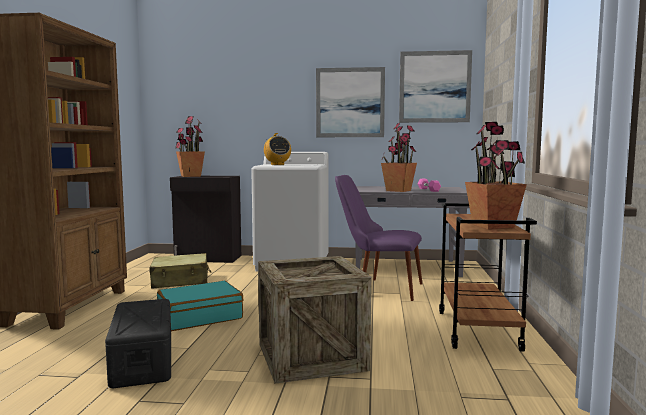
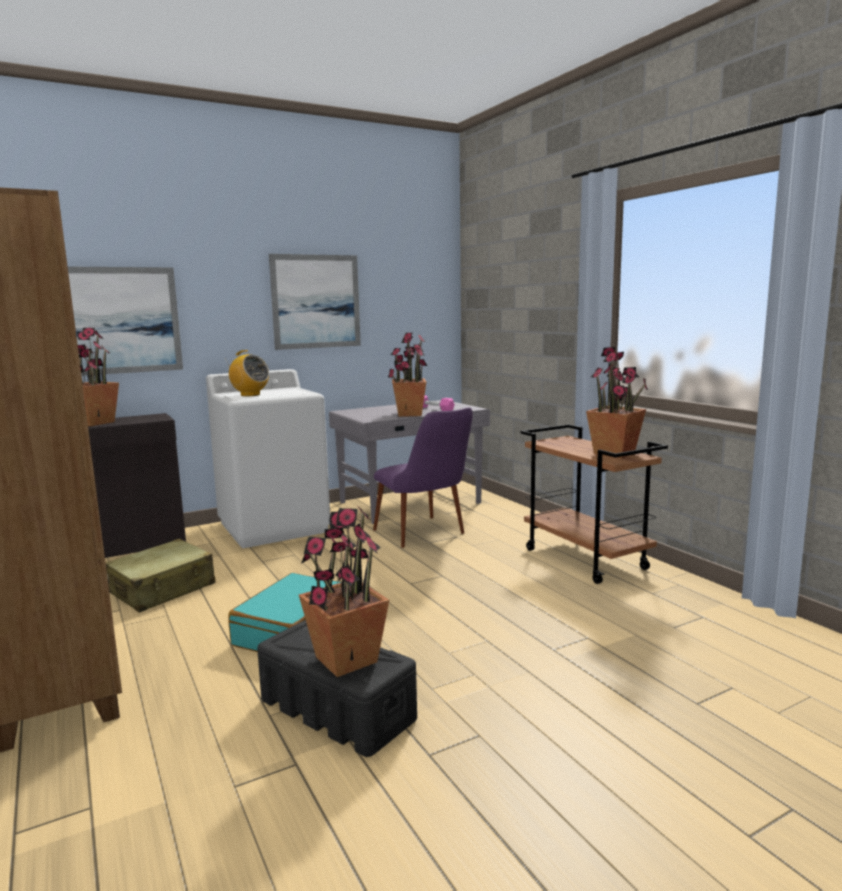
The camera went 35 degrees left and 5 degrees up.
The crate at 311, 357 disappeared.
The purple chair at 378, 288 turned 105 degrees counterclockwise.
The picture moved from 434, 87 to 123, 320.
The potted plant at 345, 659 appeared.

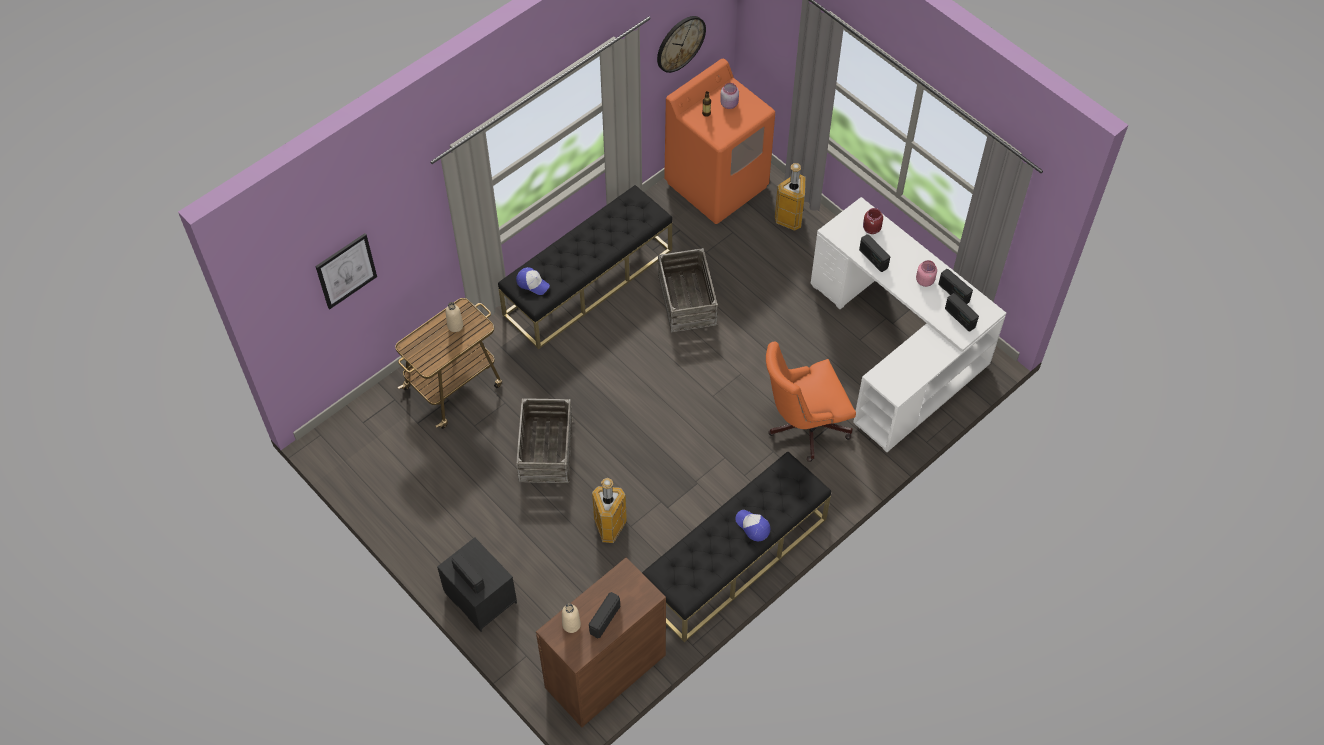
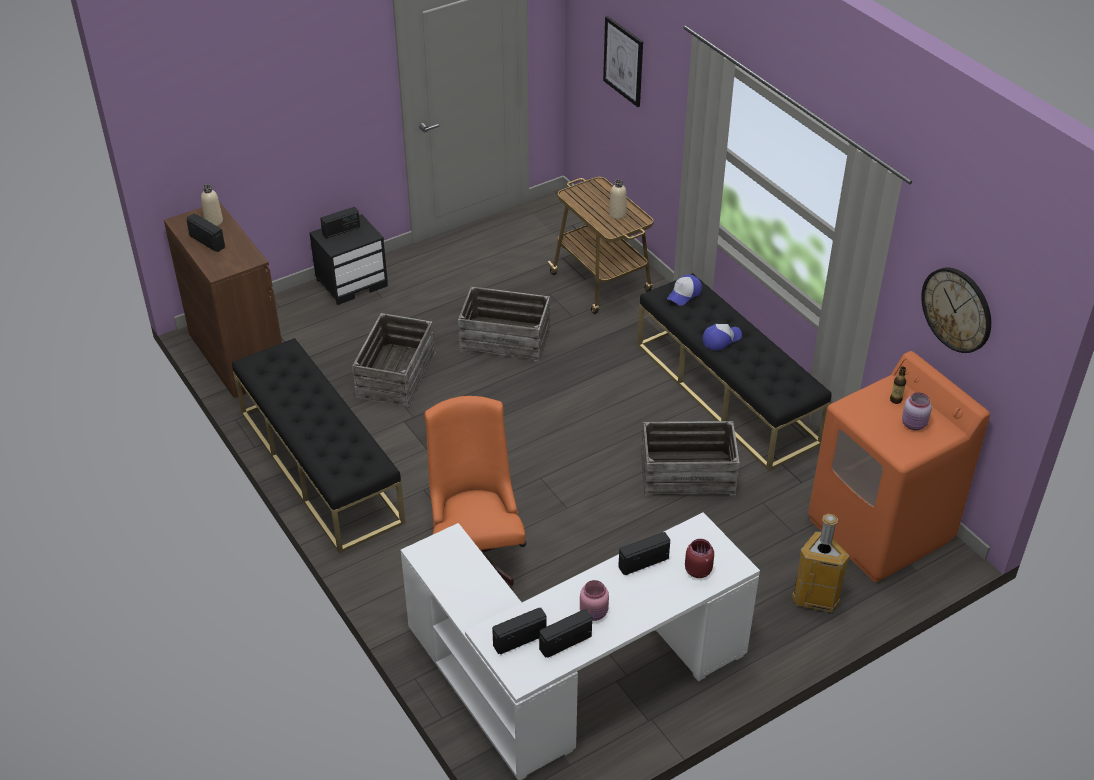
The camera went 100 degrees right and 15 degrees down.
The trash can at 609, 528 was replaced by the crate at 395, 375.
The cap moved from 752, 526 to 721, 339.

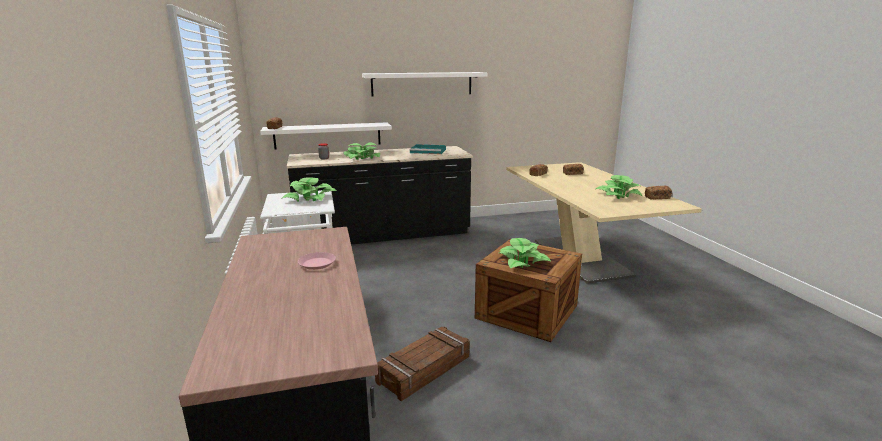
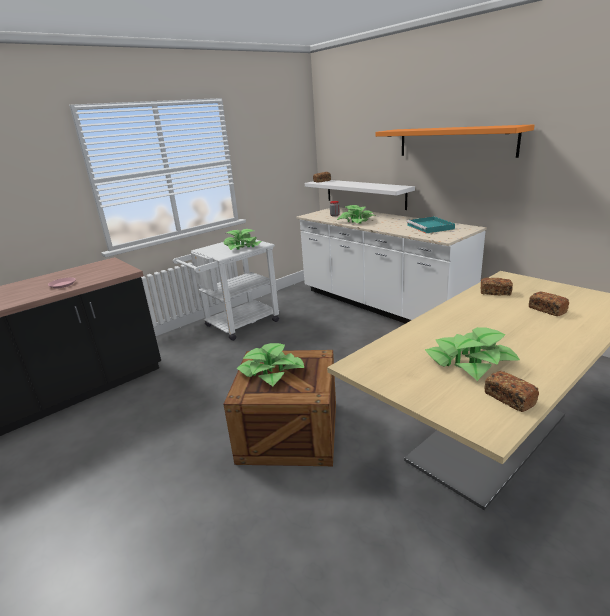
The camera went 65 degrees right and 5 degrees up.
The black counter at 383, 235 became the white counter at 380, 306.
The white shelf at 422, 84 became the orange shelf at 455, 142.
The crate at 423, 369 disappeared.

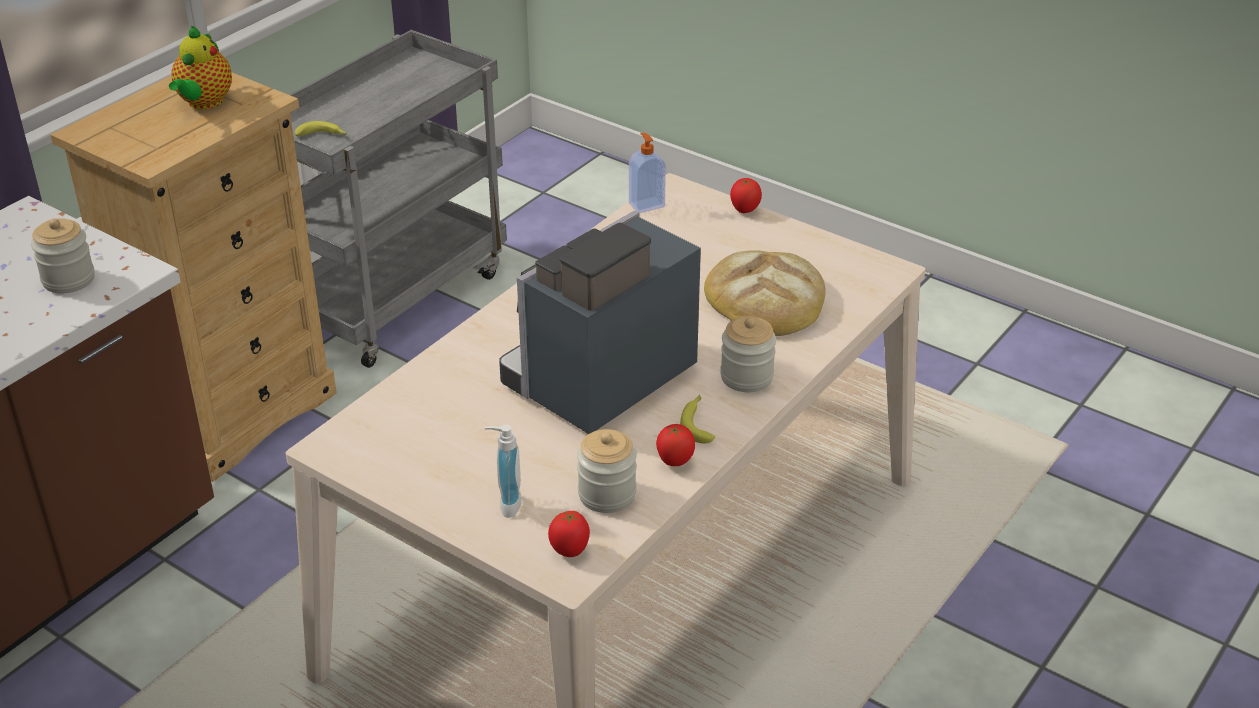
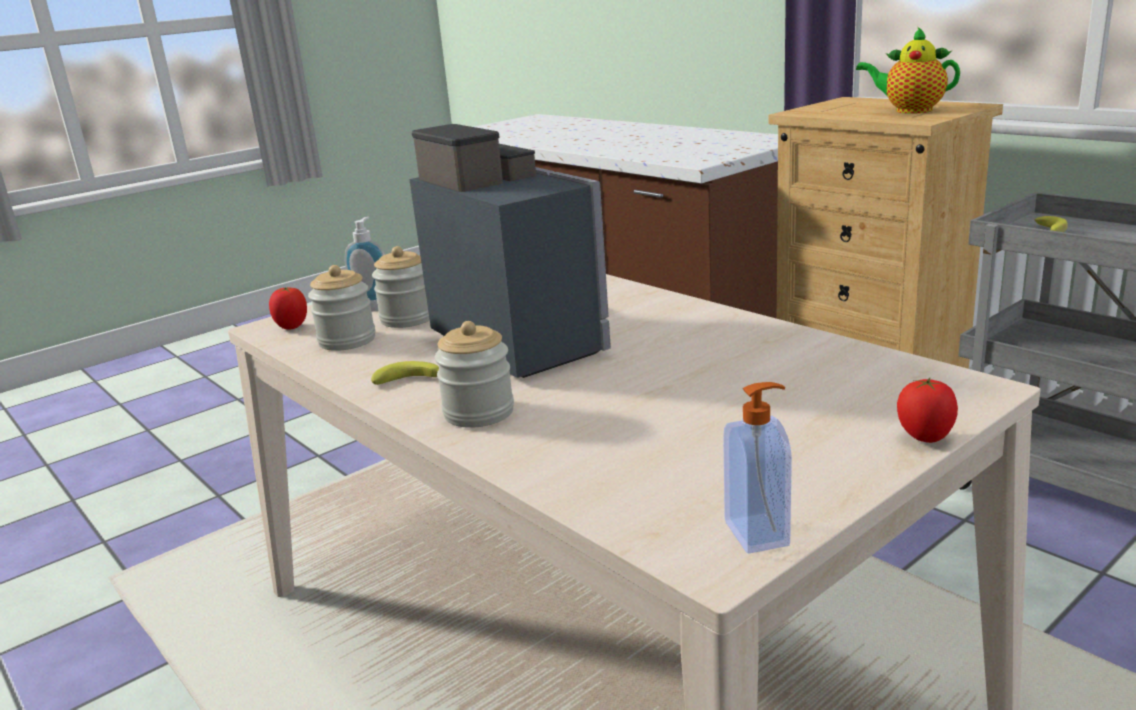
The camera went 105 degrees right and 15 degrees down.
The jar moved from 68, 279 to 407, 319.
The soap dispenser moved from 646, 204 to 759, 533.
The tomato at 674, 462 disappeared.
The bread at 766, 299 disappeared.

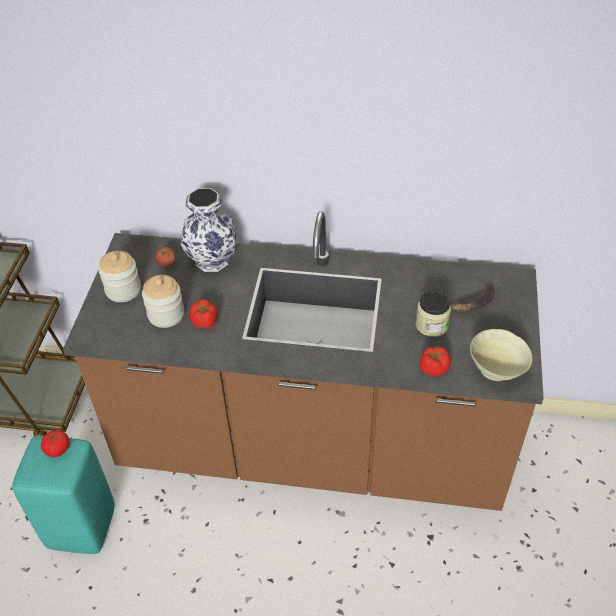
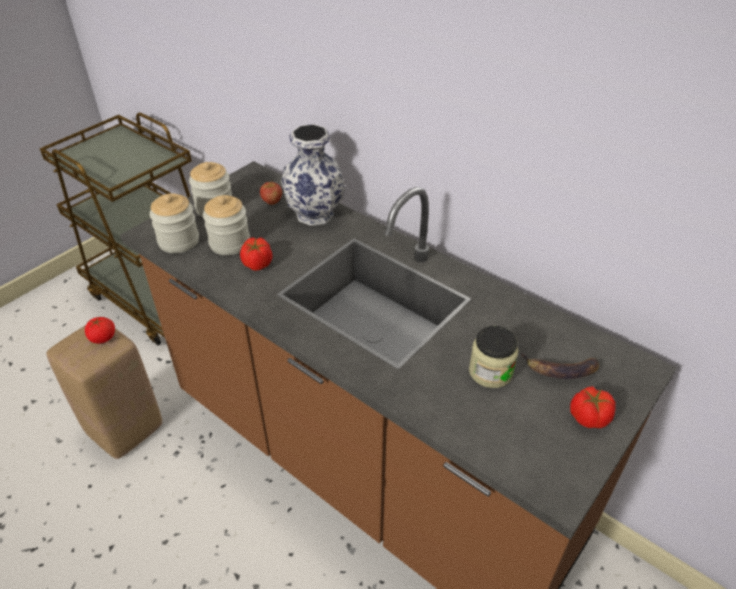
The camera went 30 degrees right and 5 degrees down.
The turquoise stool at 81, 526 became the beige stool at 125, 428.
The tomato moved from 433, 368 to 588, 417.
The beige bowl at 497, 370 disappeared.
The jar at 179, 241 appeared.

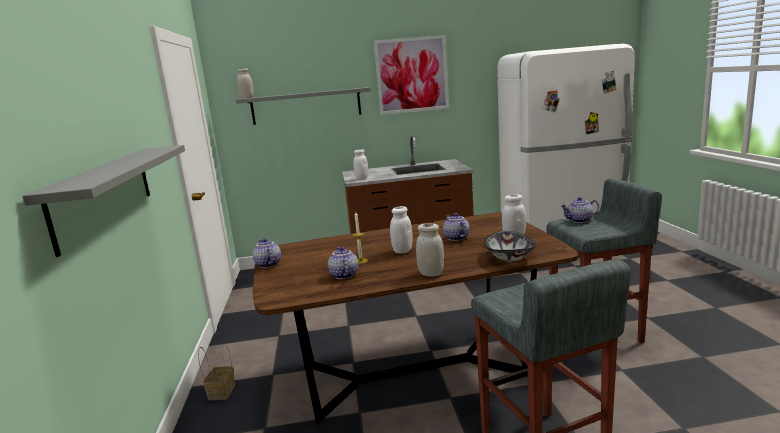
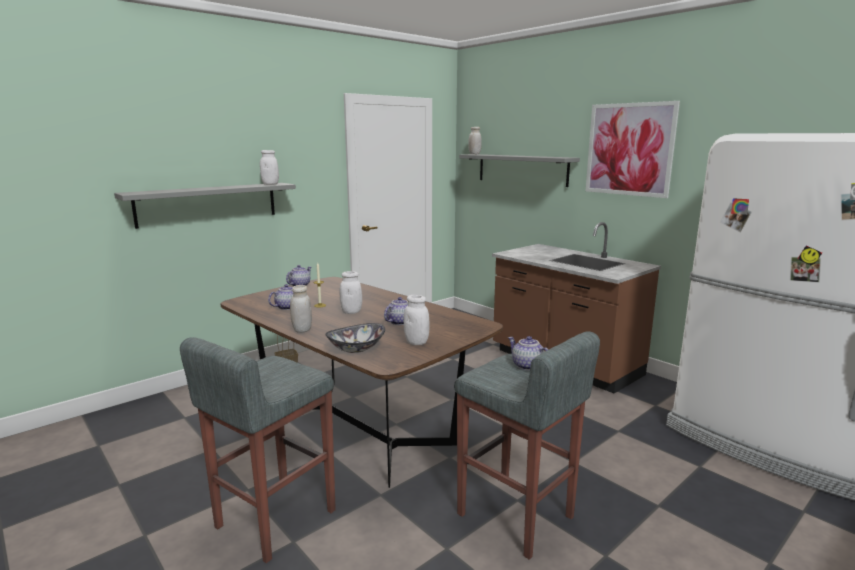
The camera went 55 degrees right and 0 degrees up.
The white jar moved from 361, 178 to 270, 184.

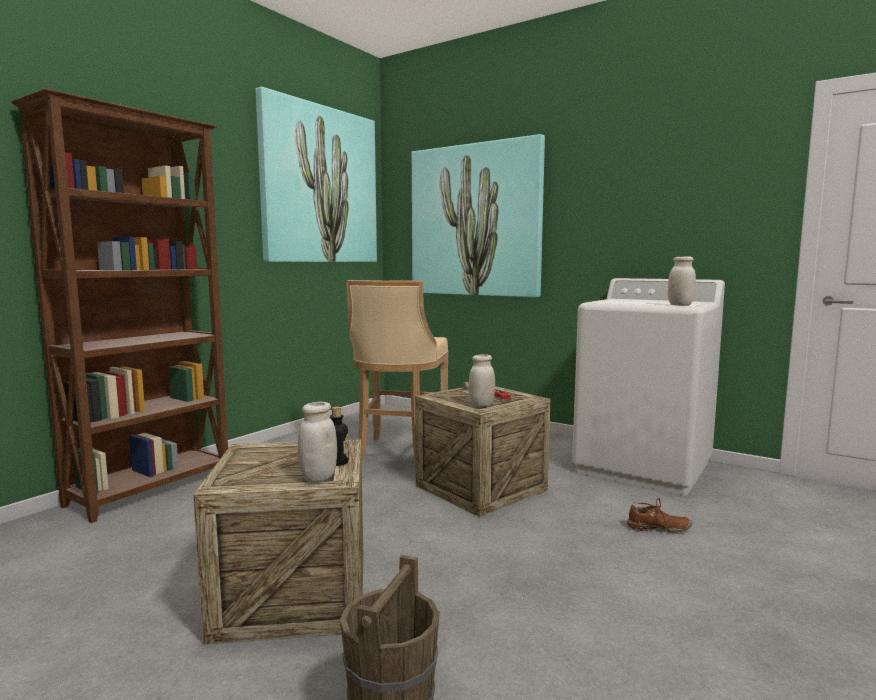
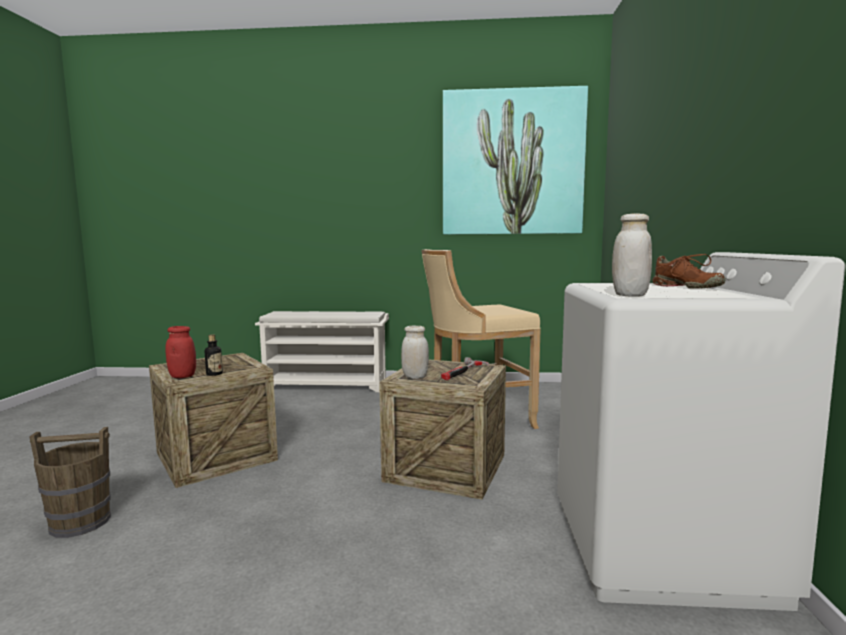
The camera went 60 degrees right and 0 degrees up.
The brown bookcase at 153, 489 was replaced by the white shoe rack at 327, 385.
The white jar at 318, 477 became the red jar at 182, 376.
The picture at 475, 221 disappeared.
The brown shoe moved from 658, 528 to 685, 287.

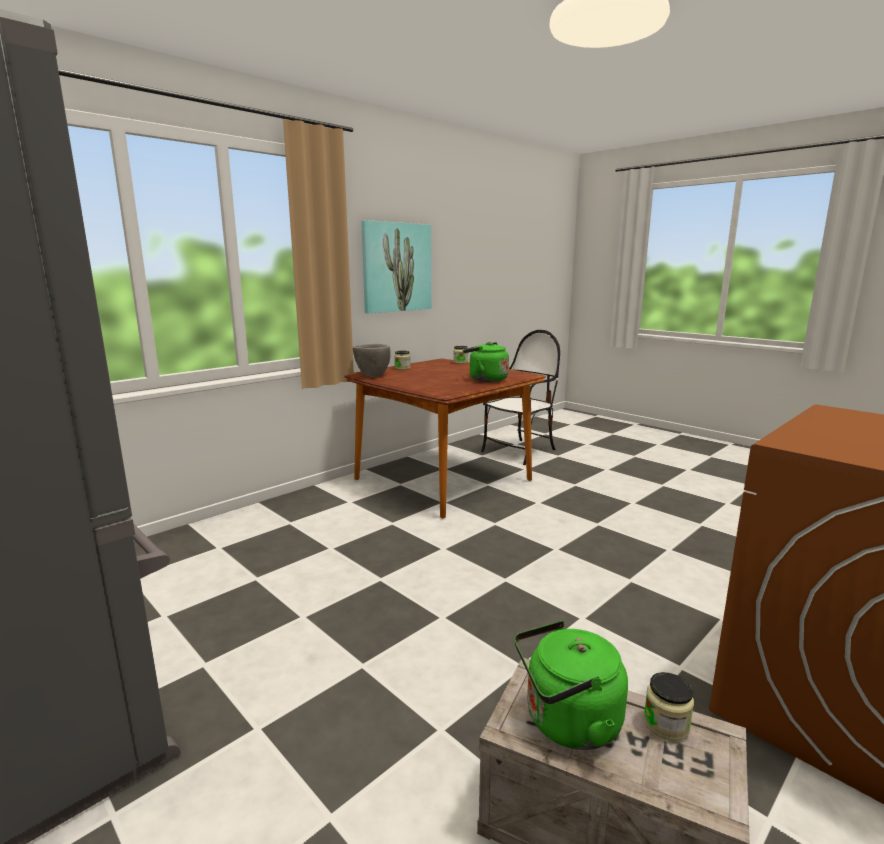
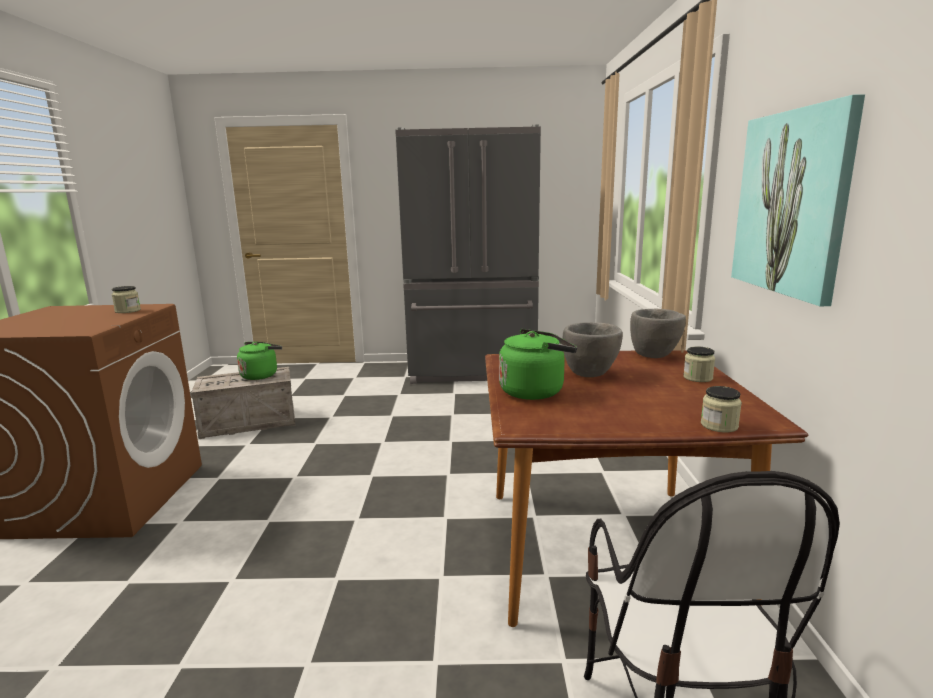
The camera went 135 degrees right and 0 degrees up.
The jar moved from 666, 724 to 128, 311.
The grey bowl at 590, 374 appeared.

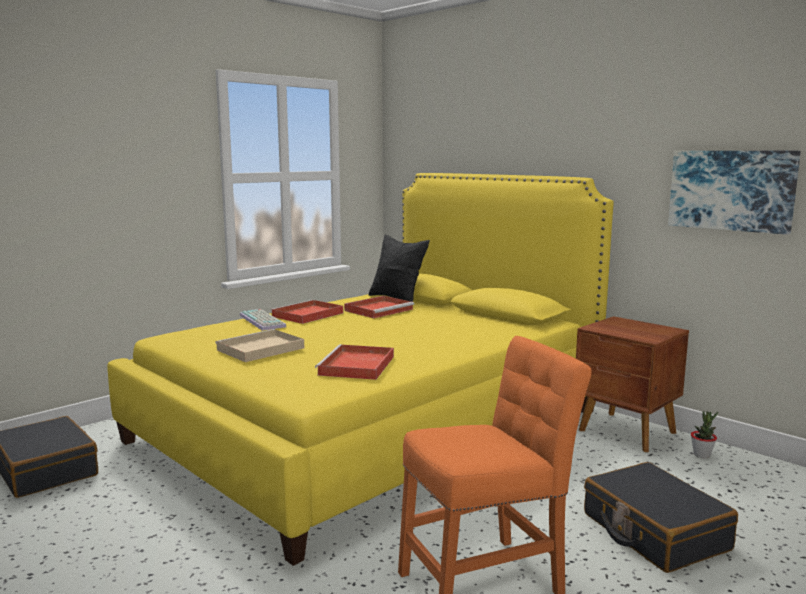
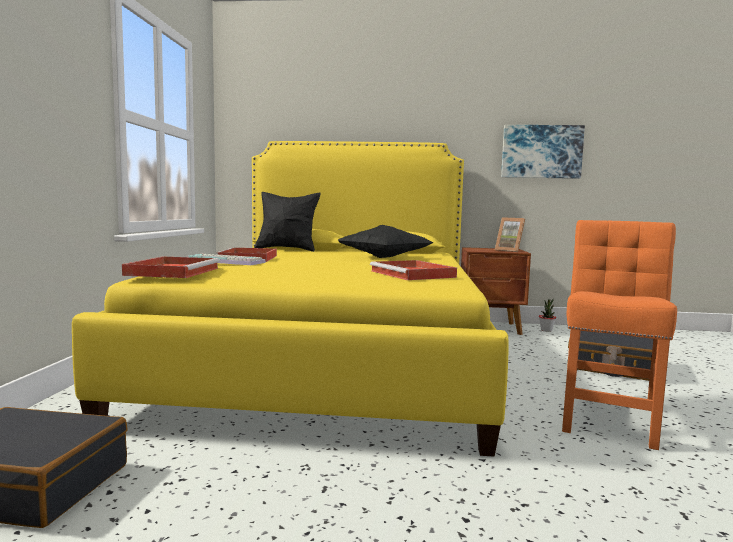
The camera went 40 degrees left and 5 degrees down.
The beige tray at 259, 349 disappeared.
The red tray moved from 379, 309 to 173, 271.
The black pillow at 385, 258 appeared.
The picture frame at 510, 250 appeared.

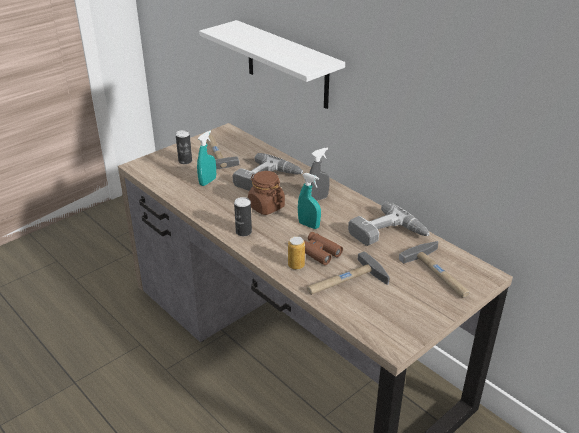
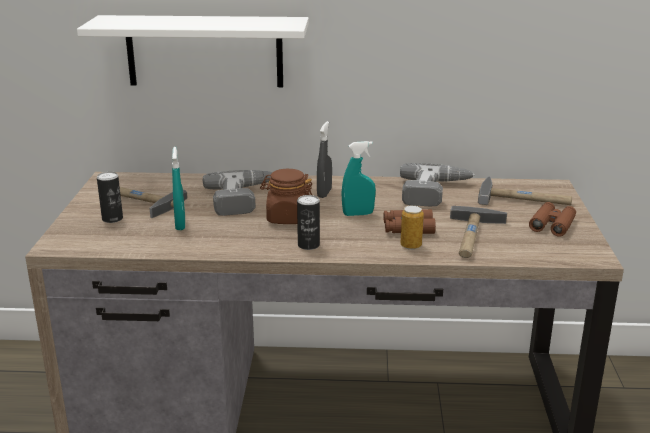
The camera went 45 degrees left and 10 degrees down.
The brown binoculars at 552, 225 appeared.

